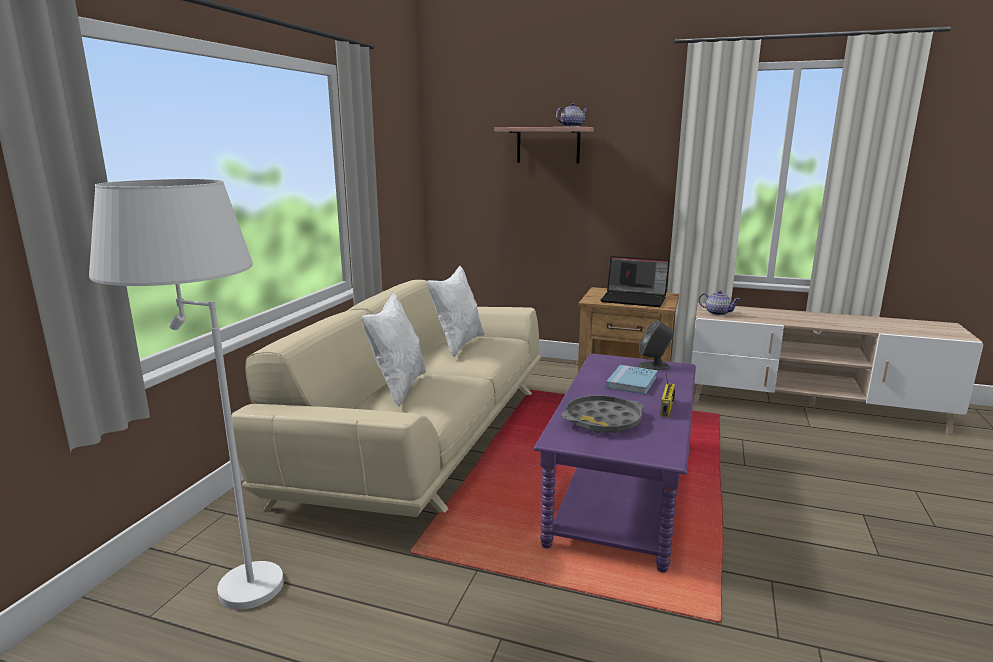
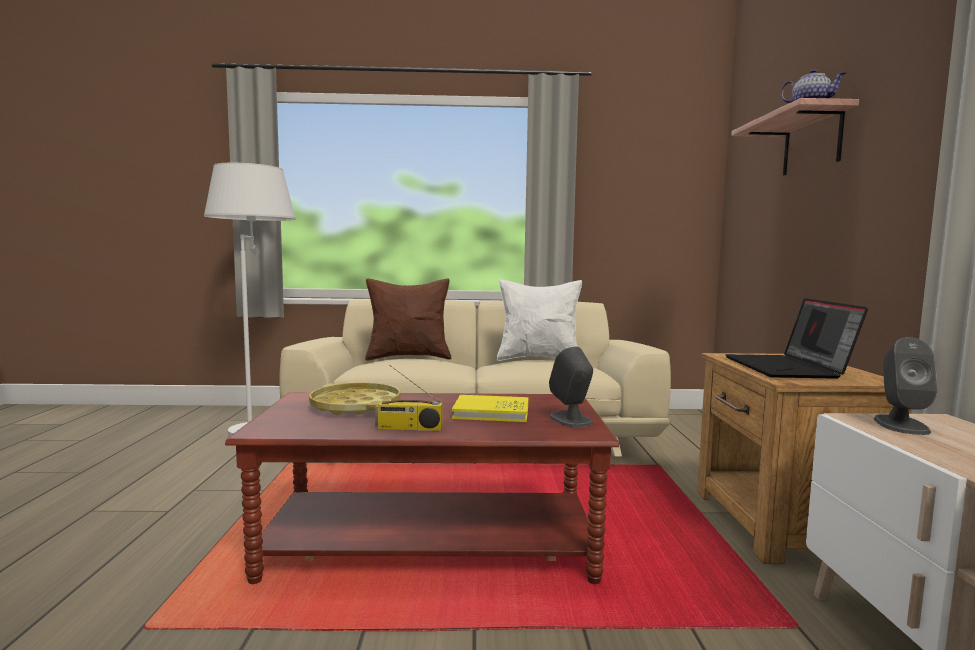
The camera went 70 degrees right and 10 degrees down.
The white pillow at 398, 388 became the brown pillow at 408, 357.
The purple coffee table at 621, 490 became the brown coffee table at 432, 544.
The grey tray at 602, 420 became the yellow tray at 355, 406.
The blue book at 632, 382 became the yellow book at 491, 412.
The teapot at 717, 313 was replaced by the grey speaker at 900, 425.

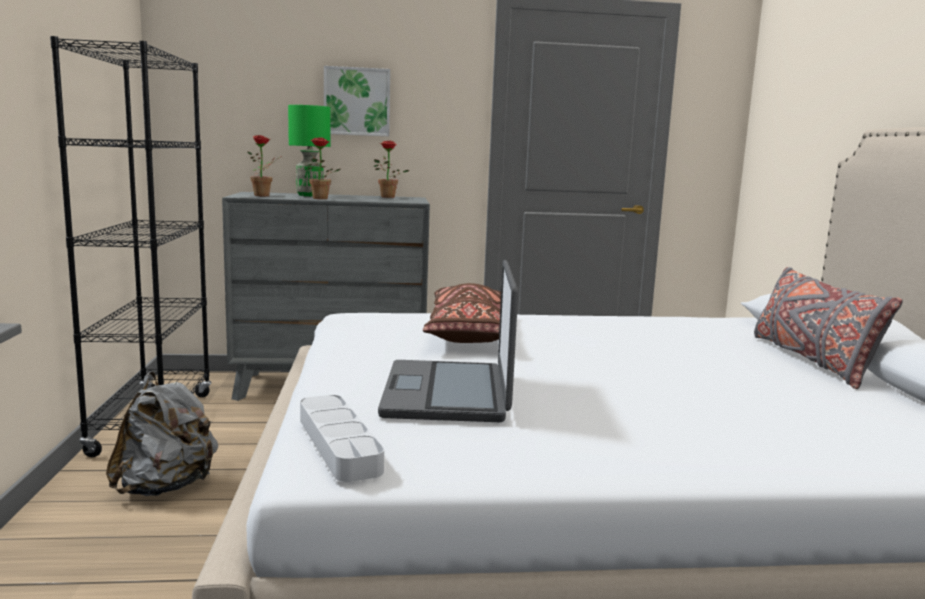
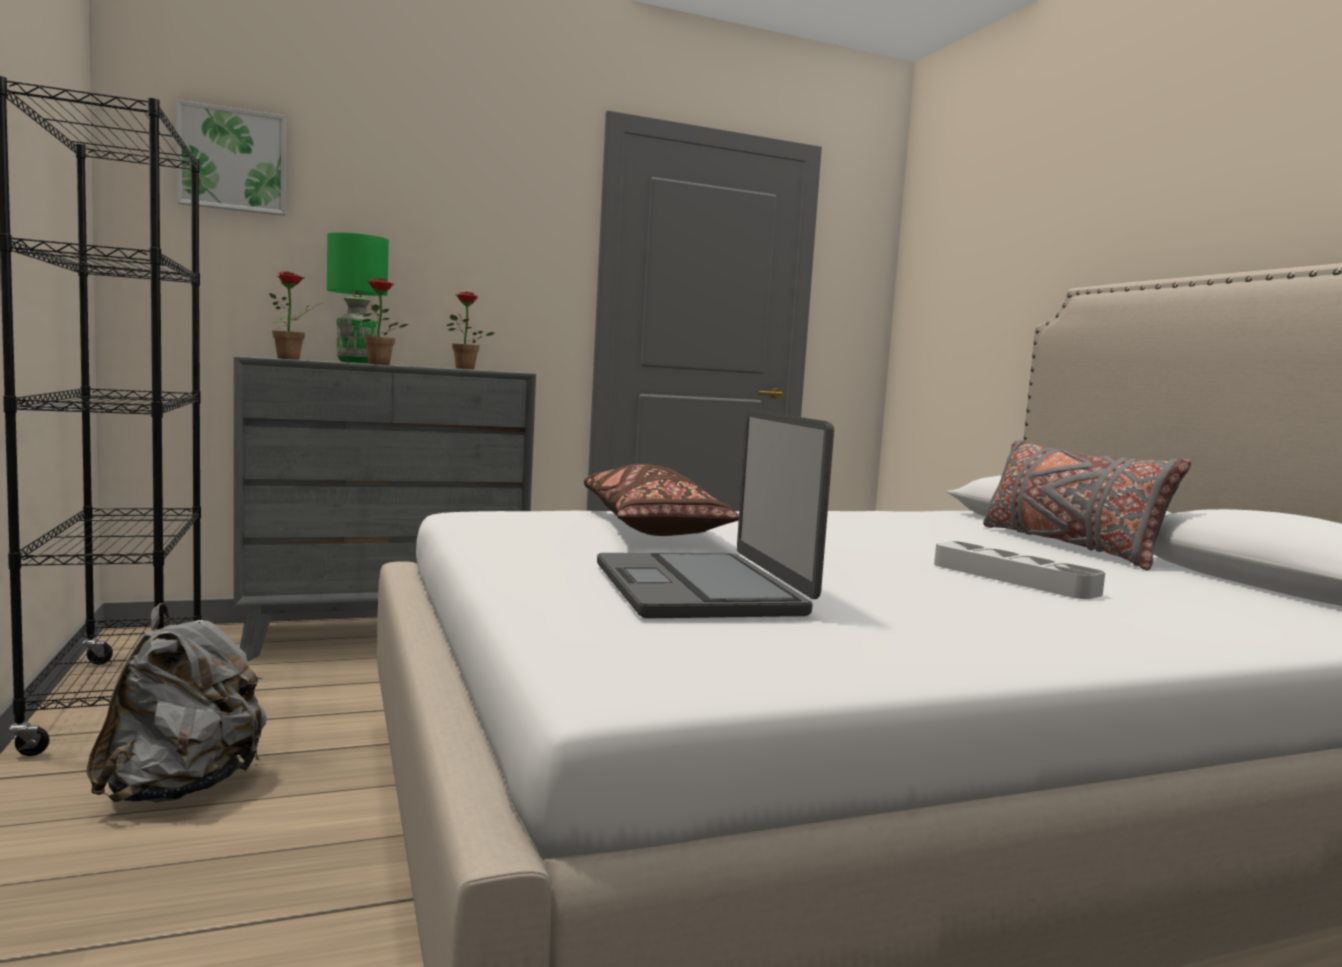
The camera went 15 degrees left and 5 degrees down.
The grey tray moved from 338, 444 to 1013, 578.
The picture moved from 357, 101 to 233, 160.

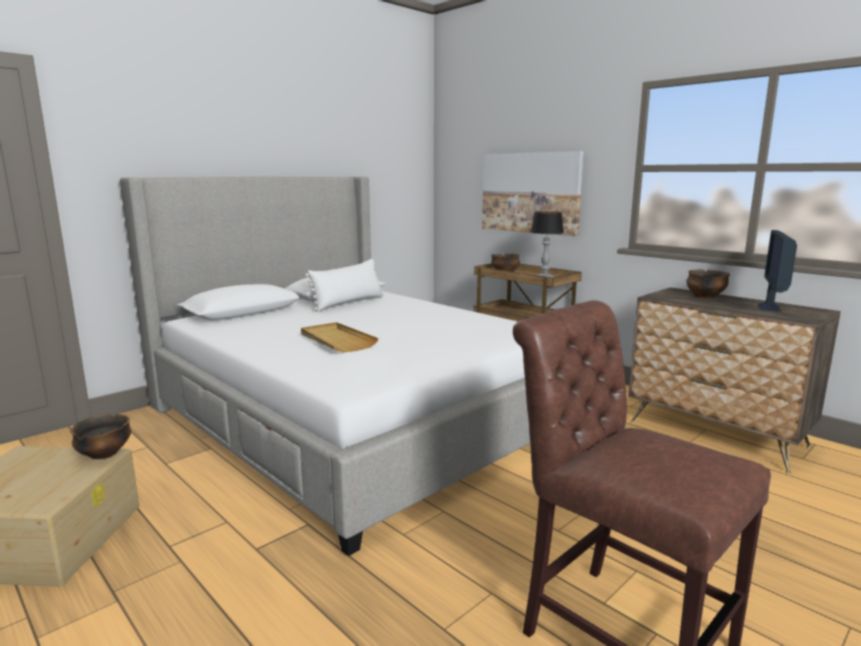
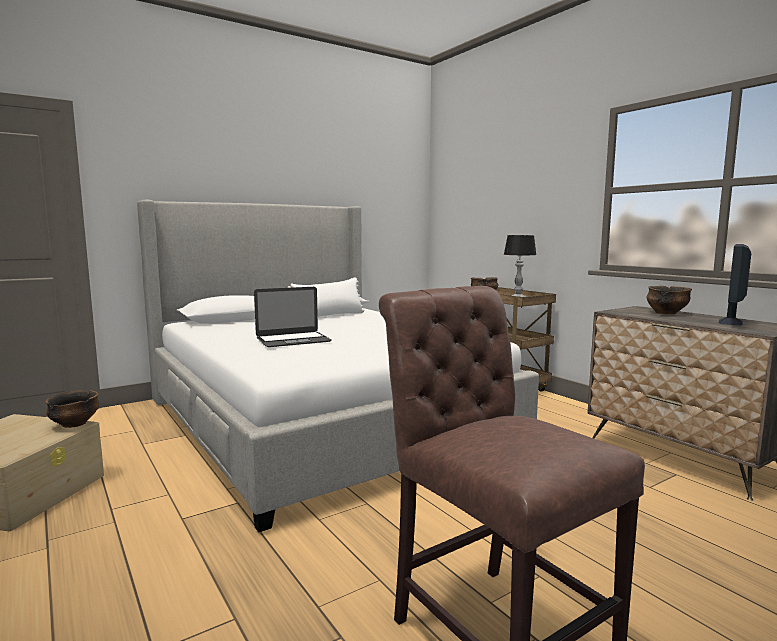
The camera went 10 degrees right and 5 degrees down.
The beige tray at 336, 340 was replaced by the laptop at 293, 340.
The picture at 530, 192 disappeared.

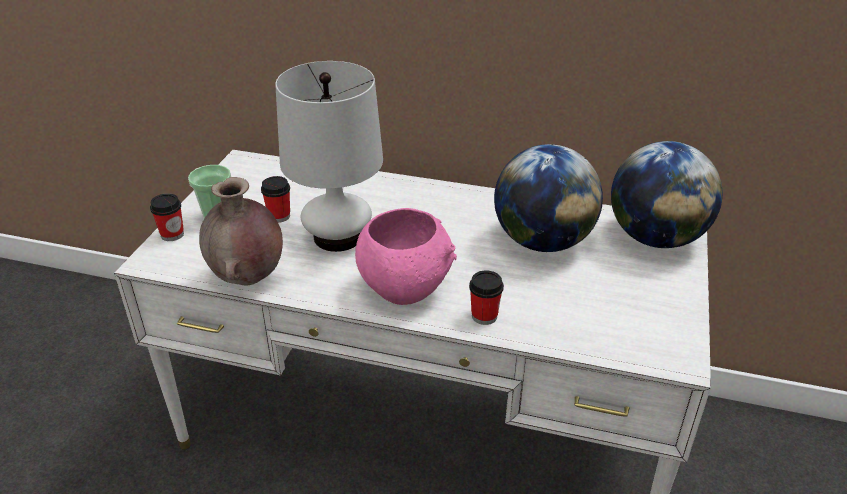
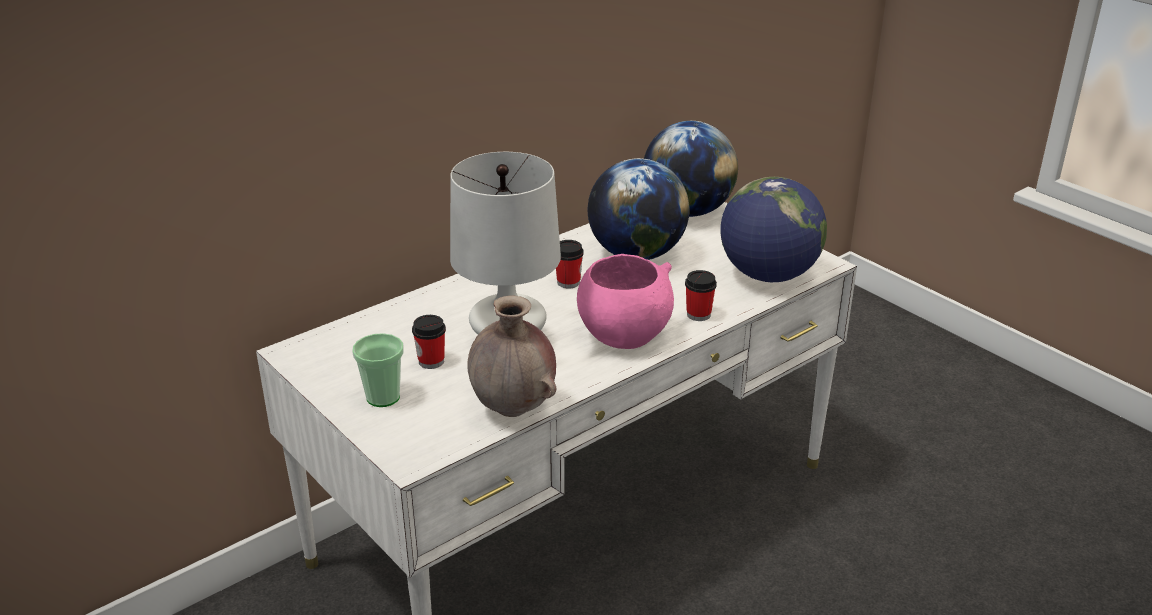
The camera went 55 degrees left and 5 degrees down.
The cup moved from 172, 234 to 568, 282.
The globe at 768, 275 appeared.

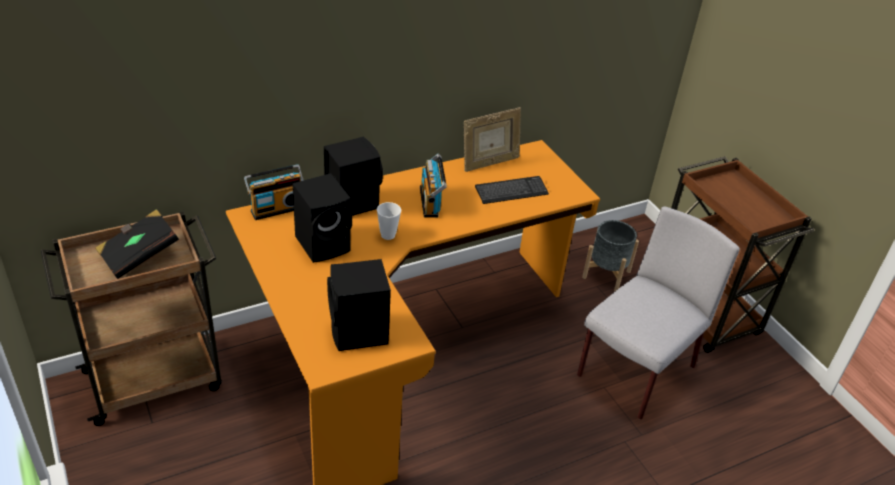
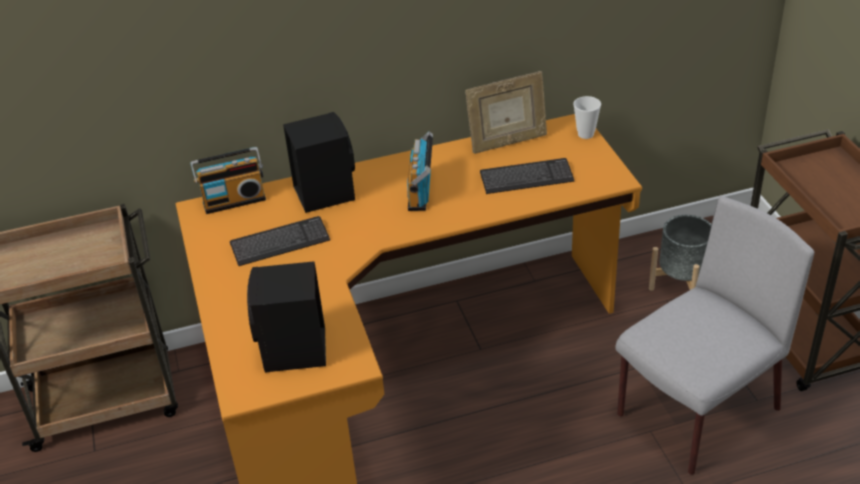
The camera went 15 degrees right and 0 degrees up.
The black book at 139, 255 disappeared.
The black speaker at 325, 244 was replaced by the keyboard at 280, 243.
The cup moved from 388, 235 to 585, 134.

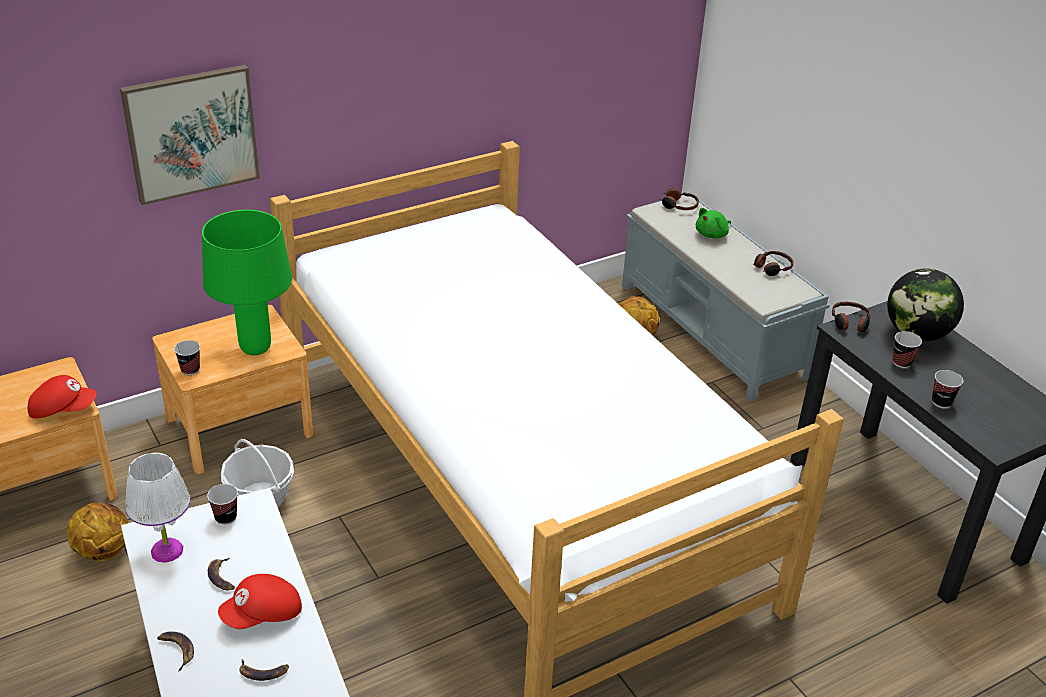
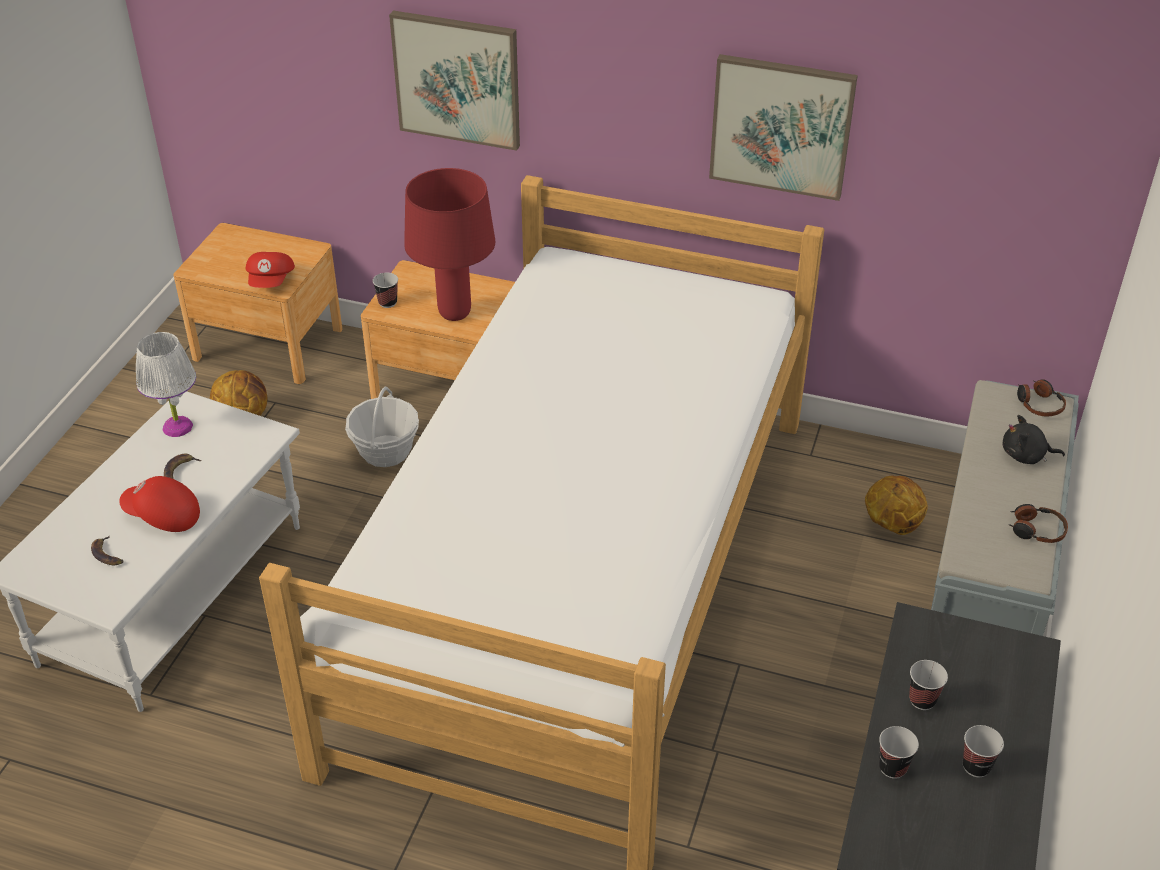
The camera went 50 degrees right and 5 degrees up.
The red cap at 63, 409 turned 45 degrees clockwise.
The banana at 177, 650 disappeared.
The green table lamp at 255, 348 became the red table lamp at 455, 313.
The cup moved from 226, 517 to 976, 766.
The green plush toy at 712, 234 became the black plush toy at 1026, 456.
The headphones at 849, 323 disappeared.
The globe at 917, 334 disappeared.
The picture at 781, 126 appeared.

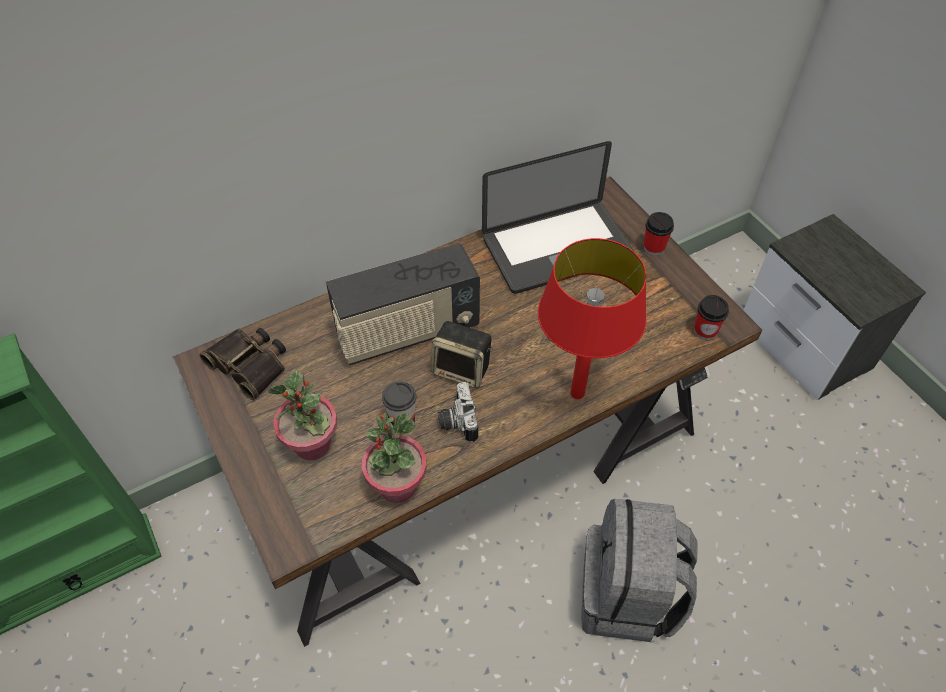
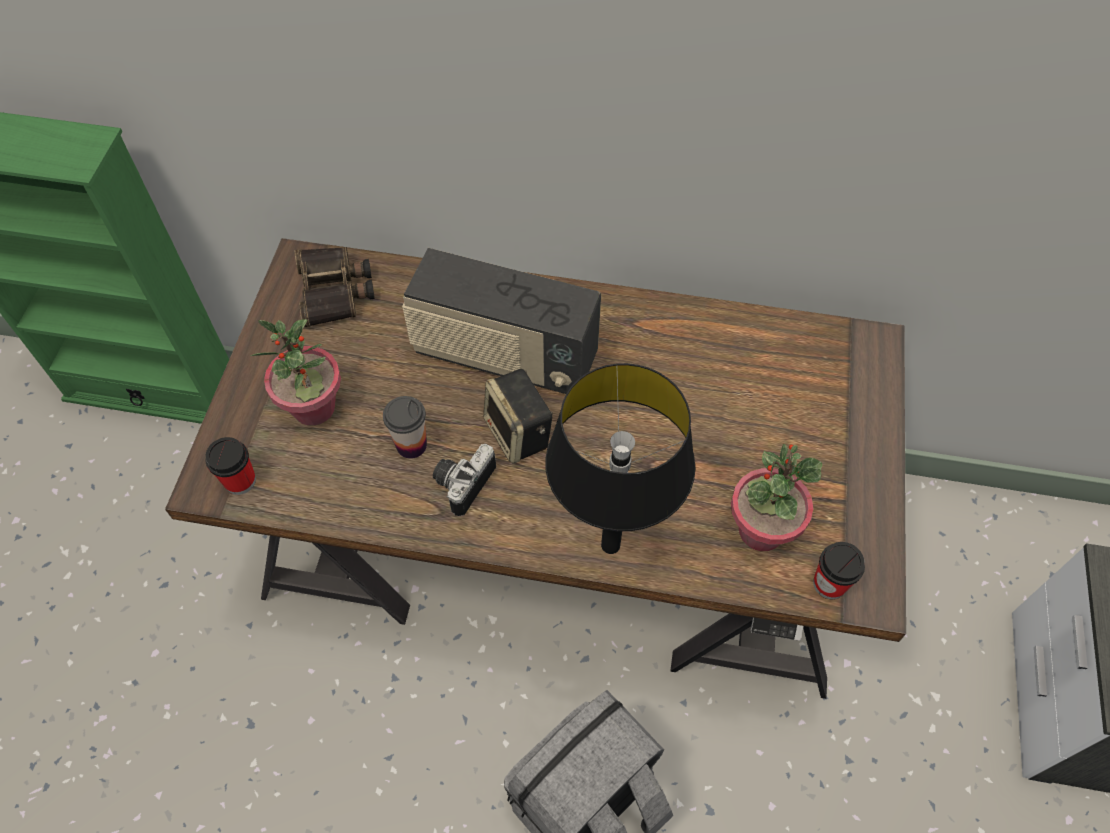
The camera went 40 degrees right and 5 degrees up.
The potted plant moved from 397, 486 to 760, 530.
The laptop at 557, 249 disappeared.
The red table lamp at 576, 393 became the black table lamp at 610, 544.
The cup moved from 653, 248 to 240, 481.

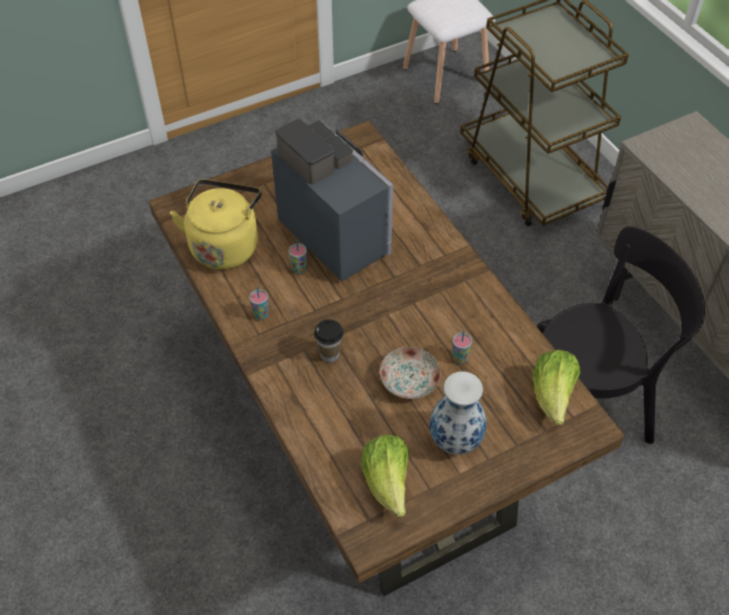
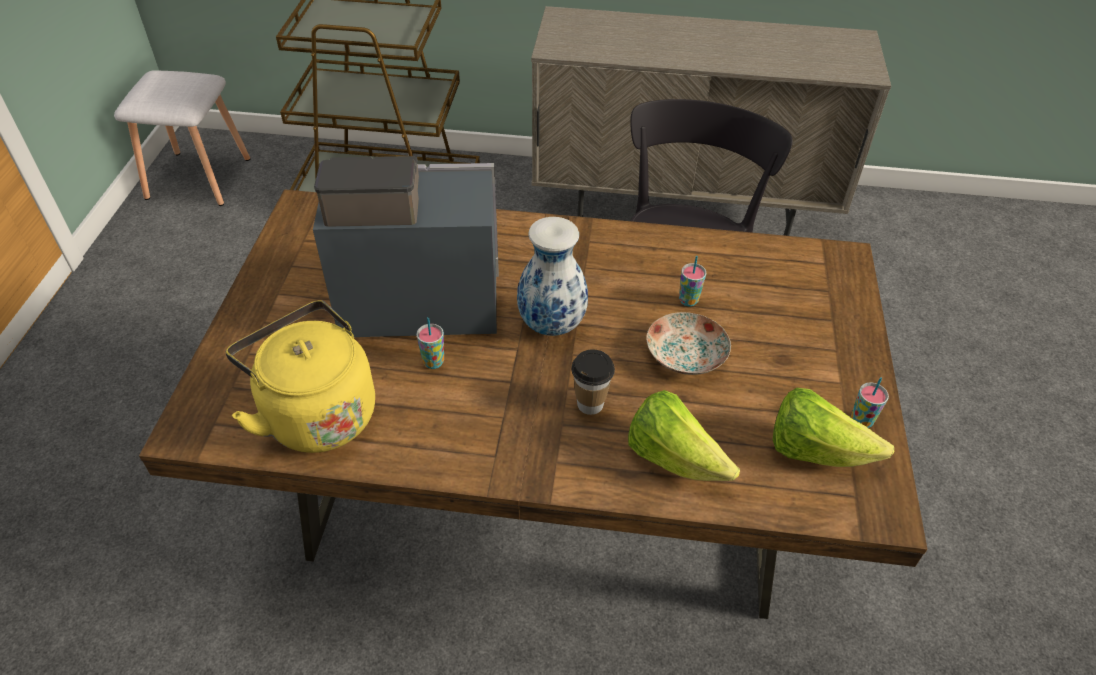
The camera went 55 degrees left and 5 degrees down.
The cup moved from 261, 315 to 861, 421.
The vase moved from 456, 441 to 553, 325.
The lettuce moved from 553, 396 to 674, 458.

